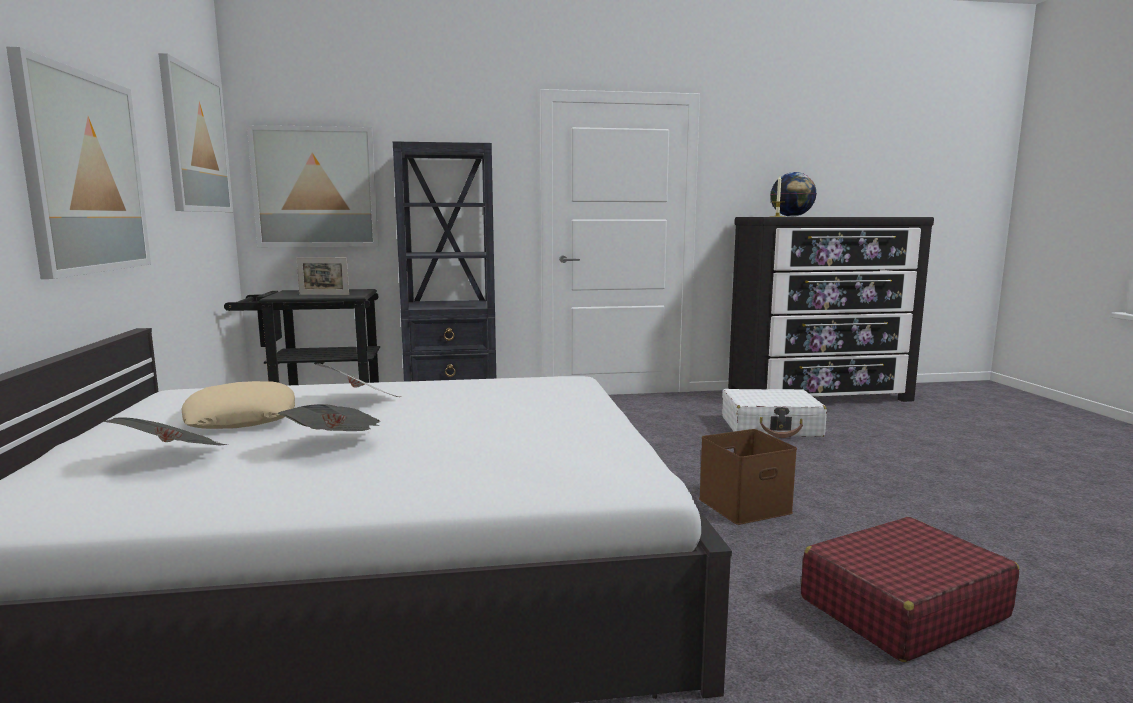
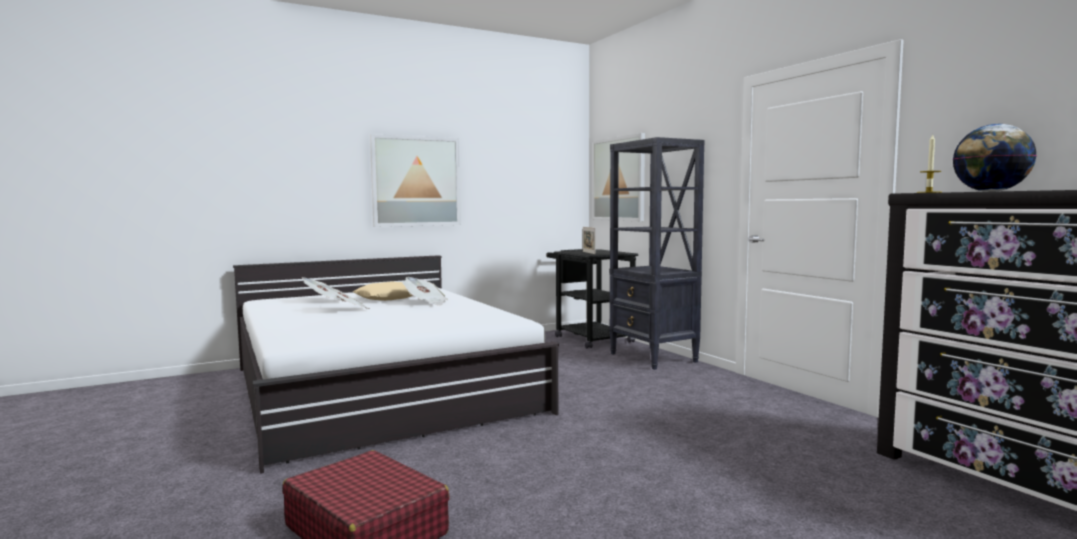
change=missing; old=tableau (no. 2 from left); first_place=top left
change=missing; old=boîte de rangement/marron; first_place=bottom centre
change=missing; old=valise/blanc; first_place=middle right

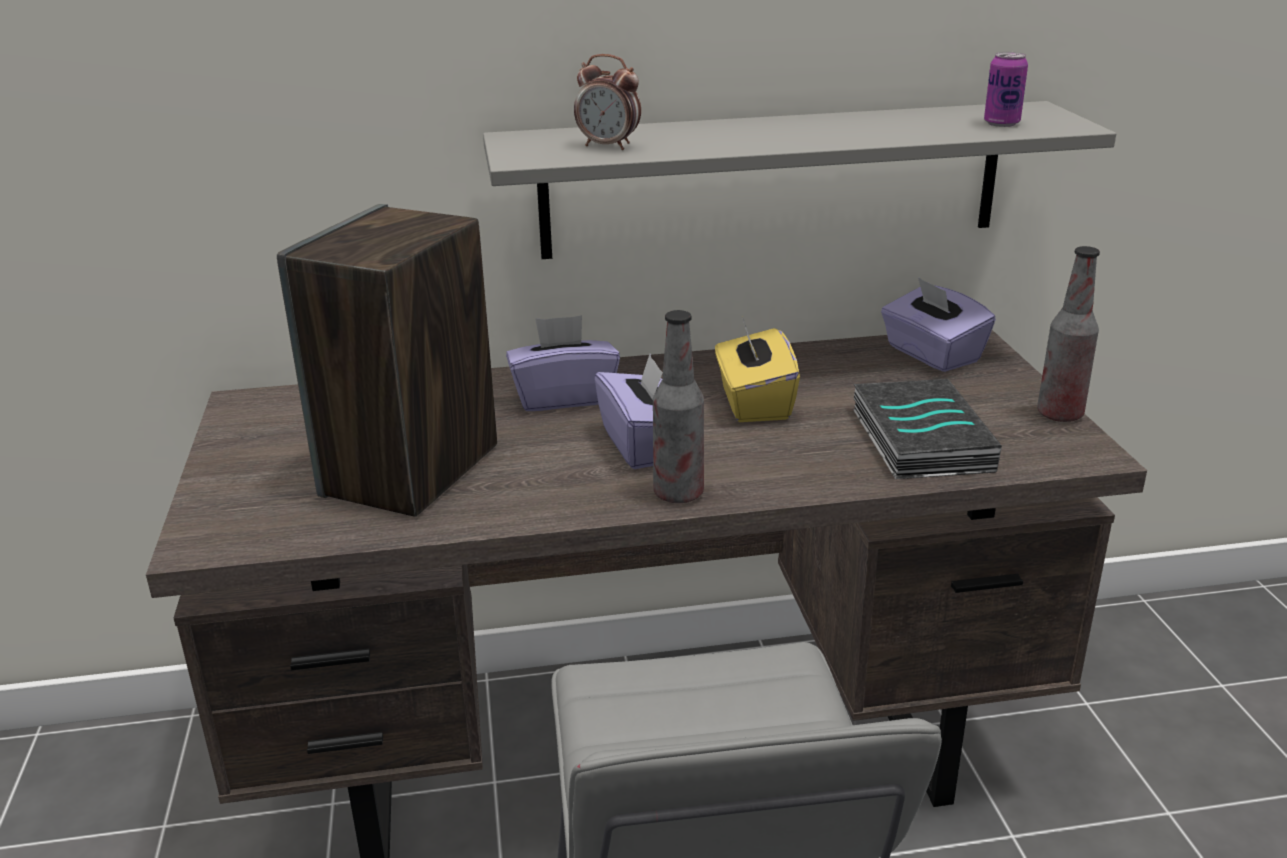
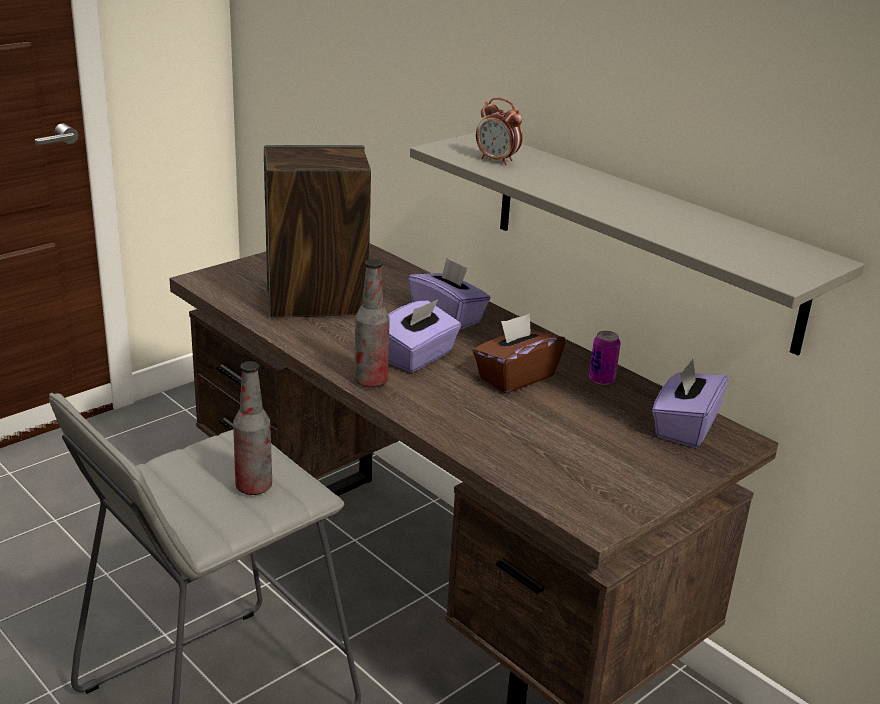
change=spun; old=réveil; first_place=top centre; second_place=top centre; degrees=-45
change=colour; old=boîte à mouchoirs/jaune; new=boîte à mouchoirs/marron; first_place=centre; second_place=centre
change=missing; old=livre; first_place=middle right
change=relocated; old=boîte métallique; first_place=top right; second_place=middle right
change=relocated; old=bouteille (no. 2 from left in the first image); new=bouteille (no. 1 from left); first_place=middle right; second_place=middle left

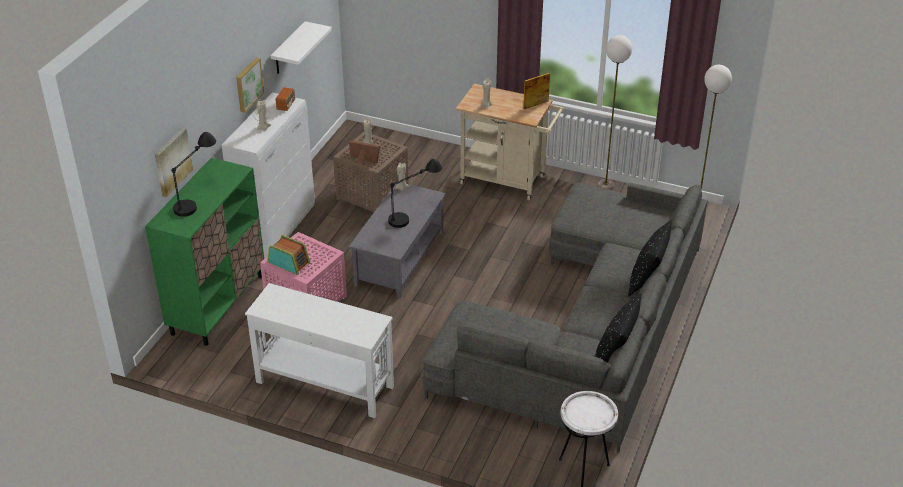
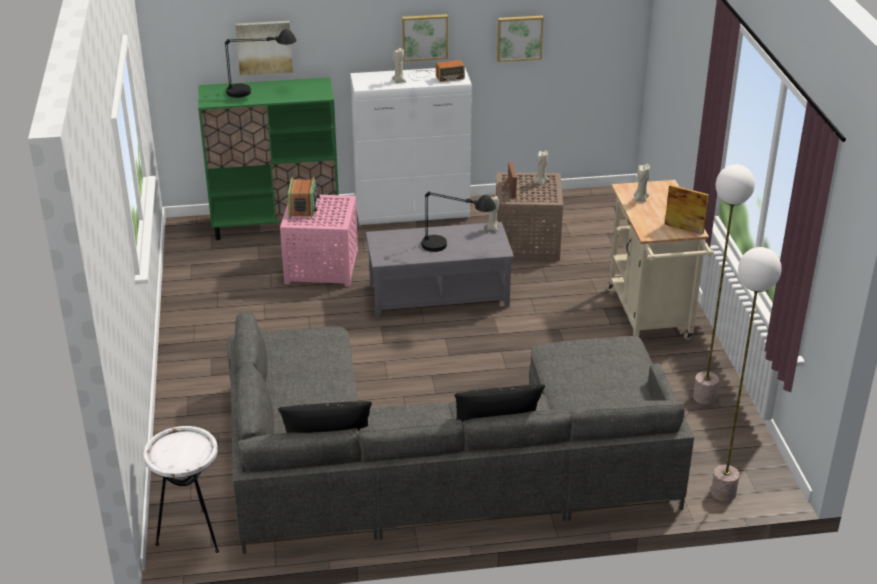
change=missing; old=table console/blanc; first_place=bottom centre
change=exchanged; old=étagère/blanc; new=tableau (no. 3 from left); first_place=top centre; second_place=top centre

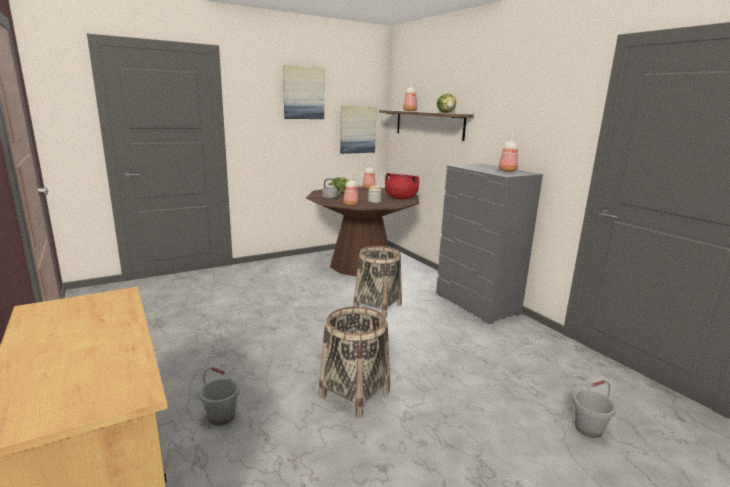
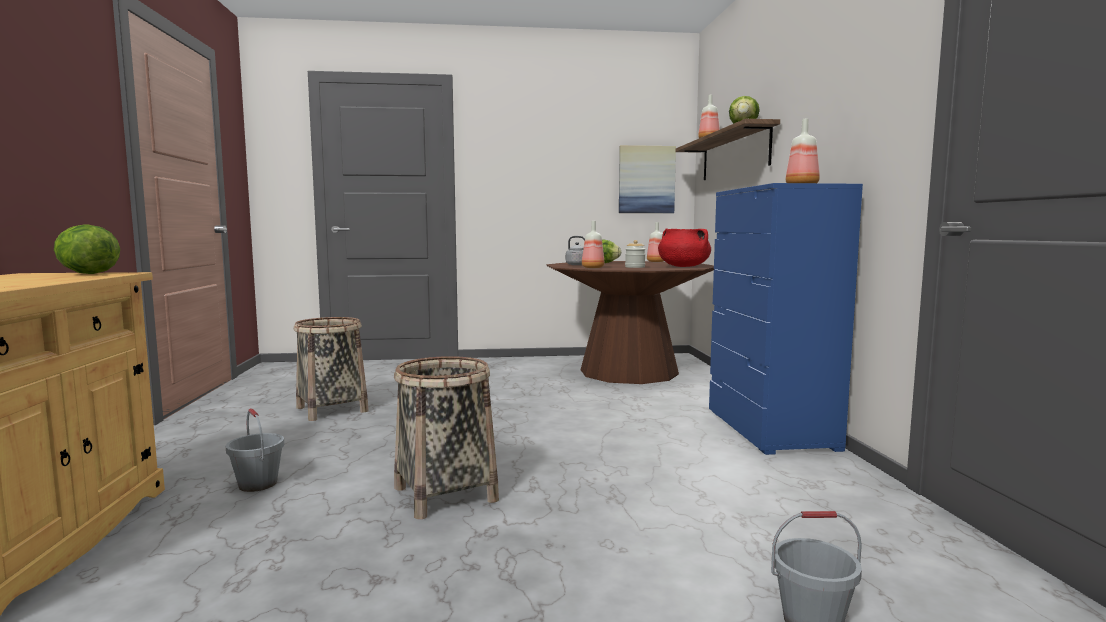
change=missing; old=tableau (no. 1 from left); first_place=top centre
change=relocated; old=panier (no. 2 from left in the first image); new=panier (no. 1 from left); first_place=centre; second_place=middle left
change=colour; old=commode/gris; new=commode/bleu; first_place=middle right; second_place=middle right
change=appeared; new=laitue (no. 1 from left); second_place=middle left

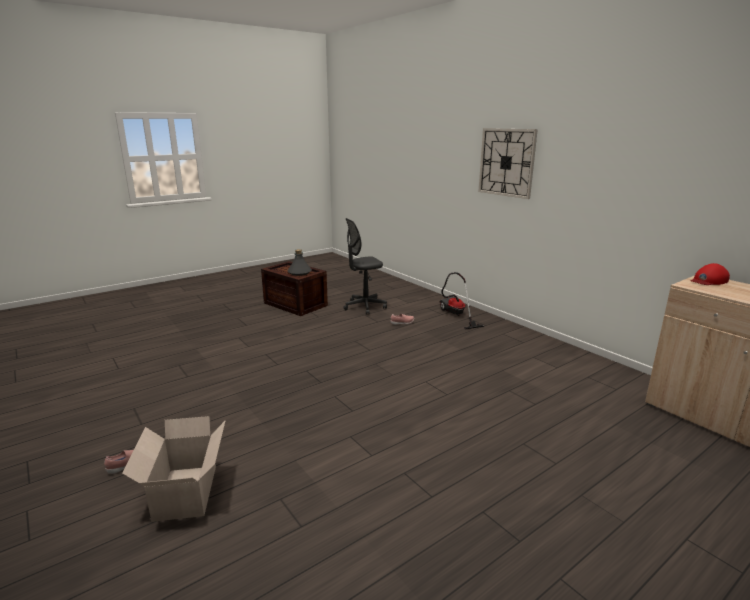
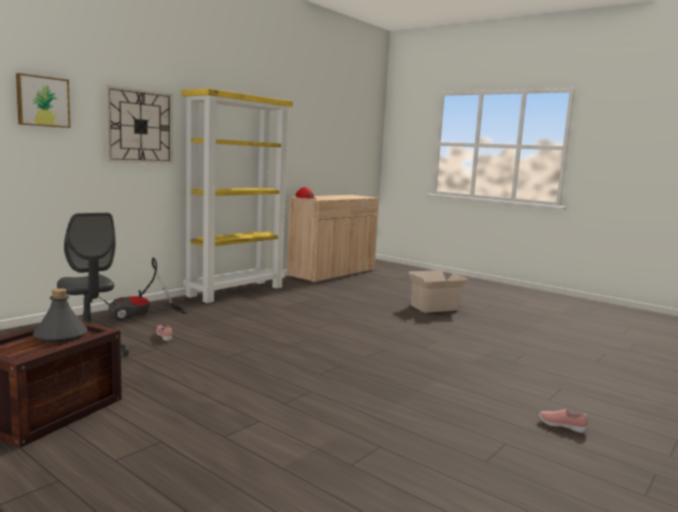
change=relocated; old=carton; first_place=bottom left; second_place=centre
change=appeared; new=tableau; second_place=top left
change=appeared; new=bibliothèque/jaune; second_place=centre

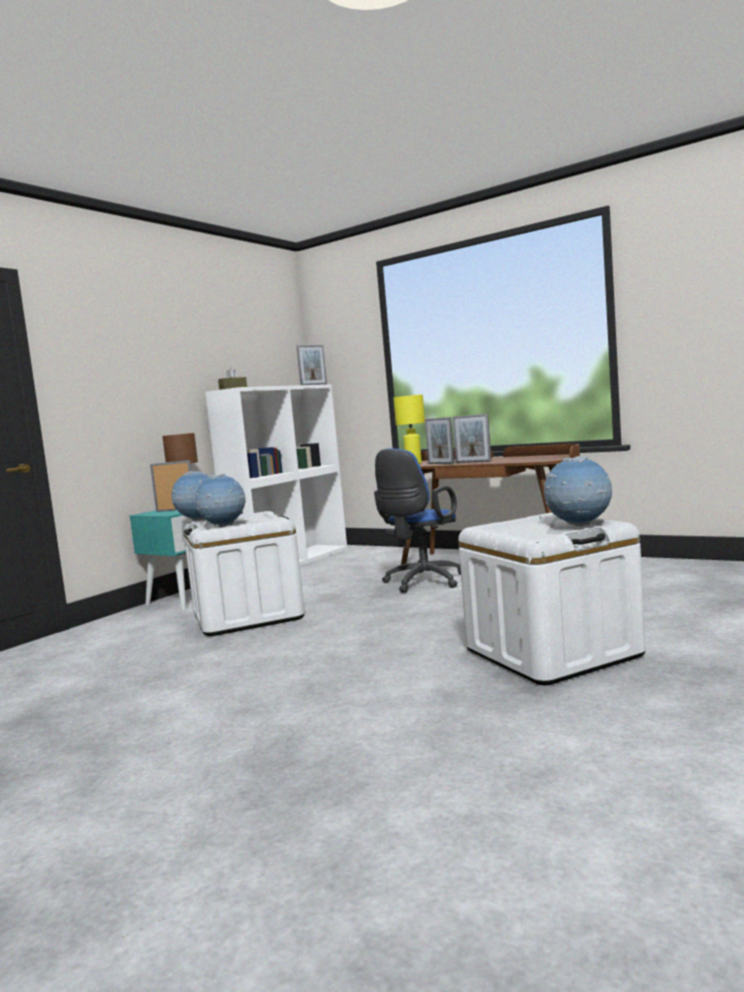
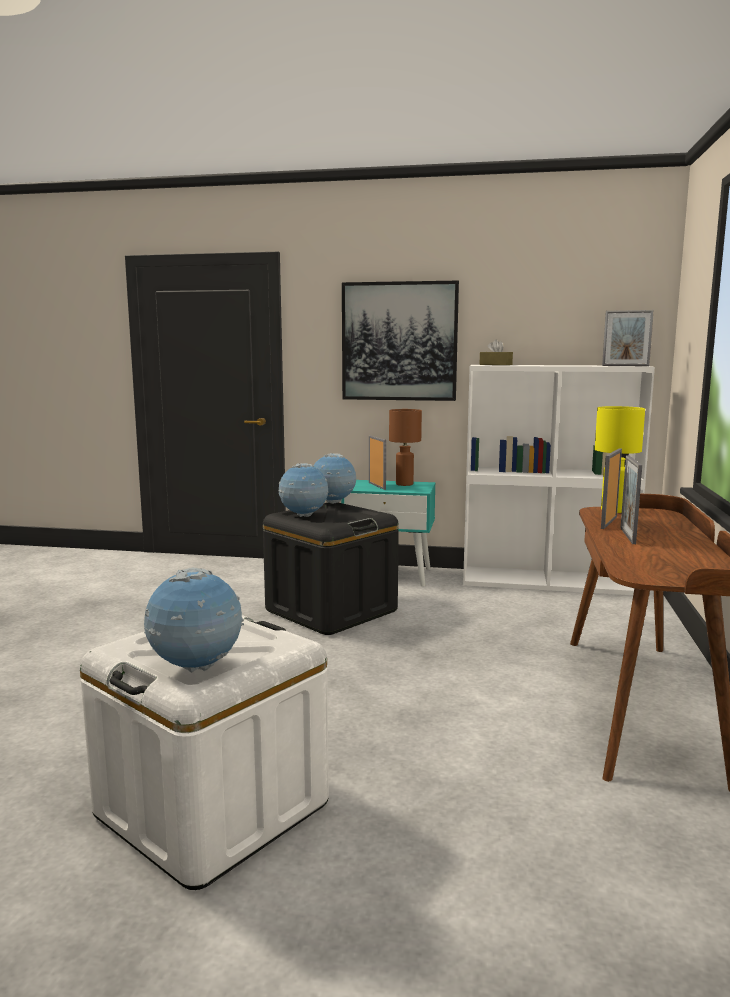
change=colour; old=boîte de rangement/blanc (no. 1 from left); new=boîte de rangement/noir; first_place=middle left; second_place=centre
change=missing; old=chaise de bureau/bleu; first_place=centre
change=appeared; new=tableau; second_place=centre

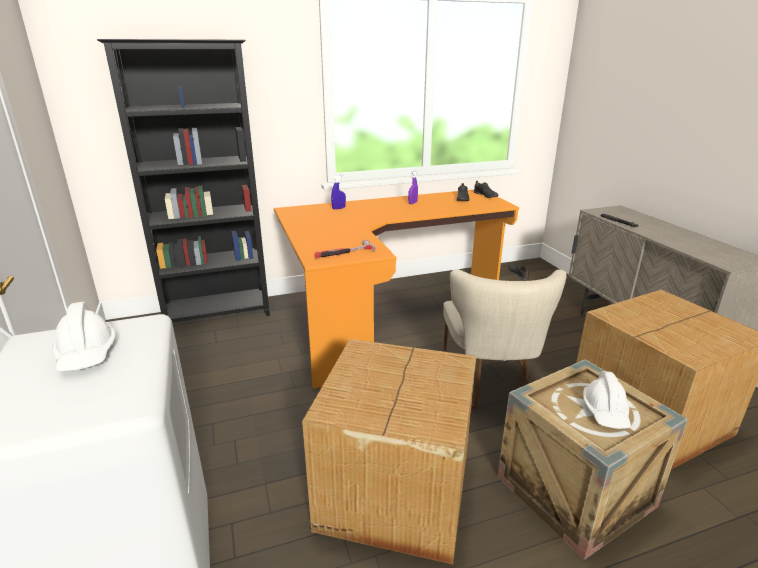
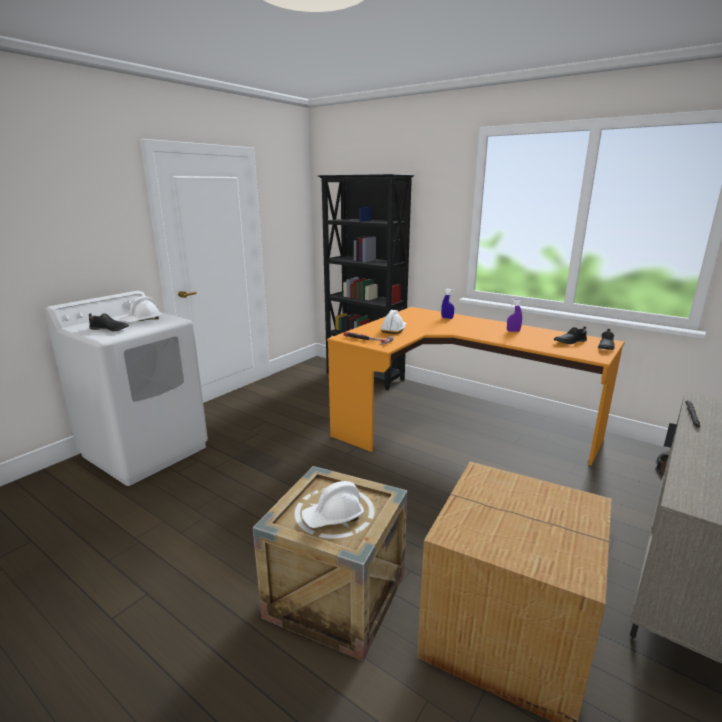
change=missing; old=carton (no. 1 from left); first_place=bottom centre
change=missing; old=chaise/beige; first_place=centre
change=appeared; new=chaussure/noir (no. 1 from left); second_place=middle left
change=appeared; new=casque de chantier/blanc (no. 3 from left); second_place=centre

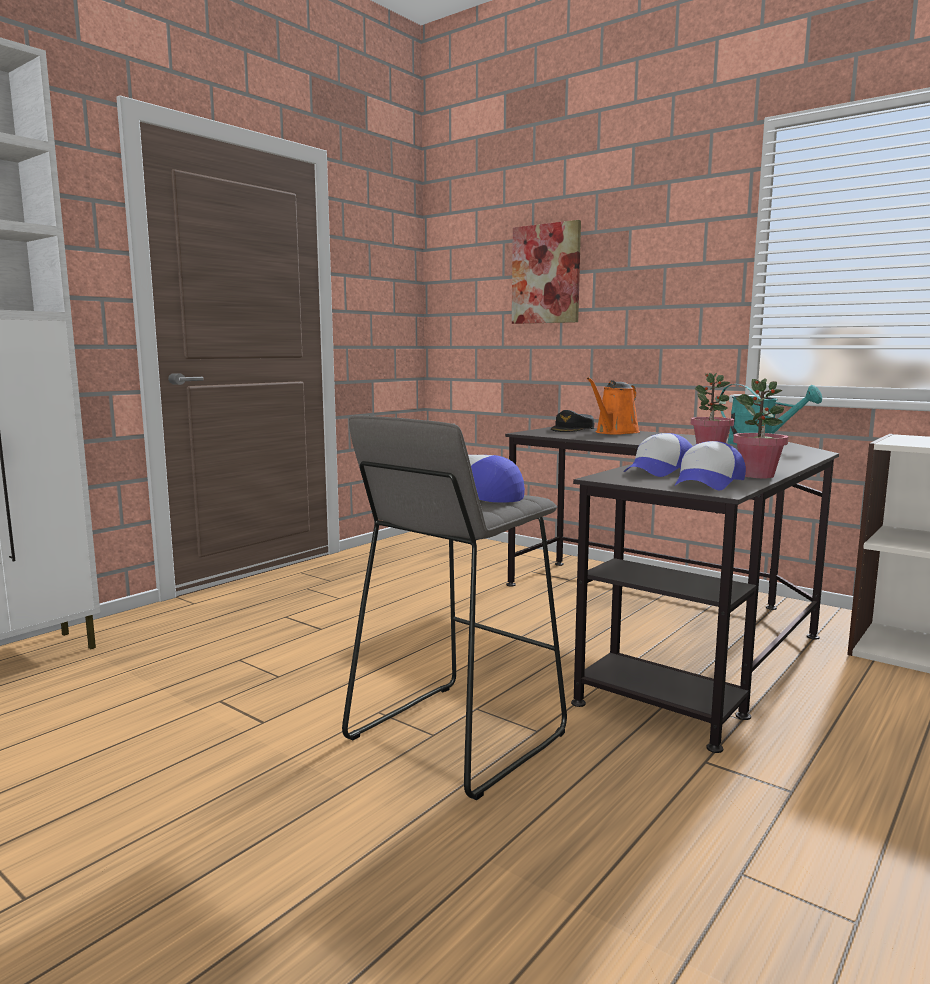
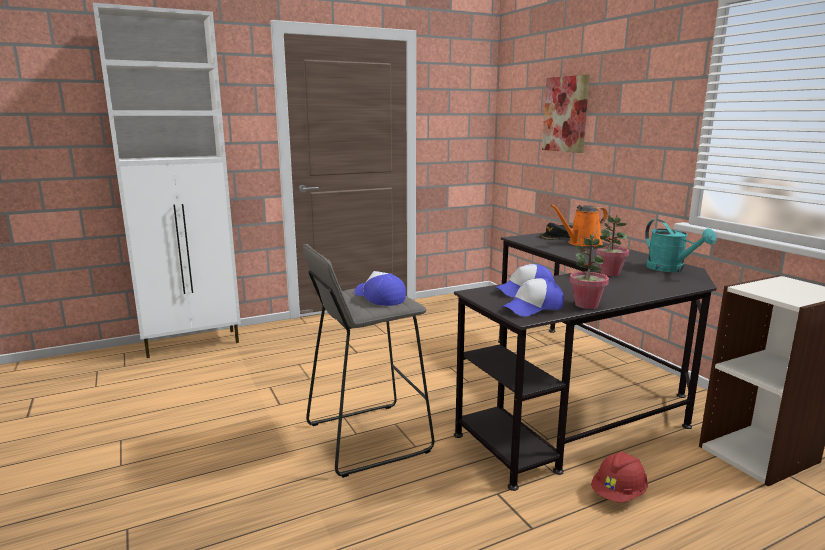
change=appeared; new=casque de chantier/rouge; second_place=bottom right

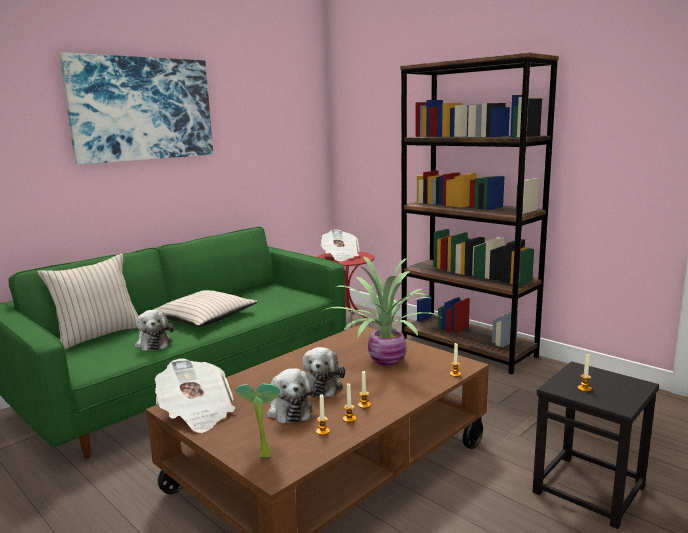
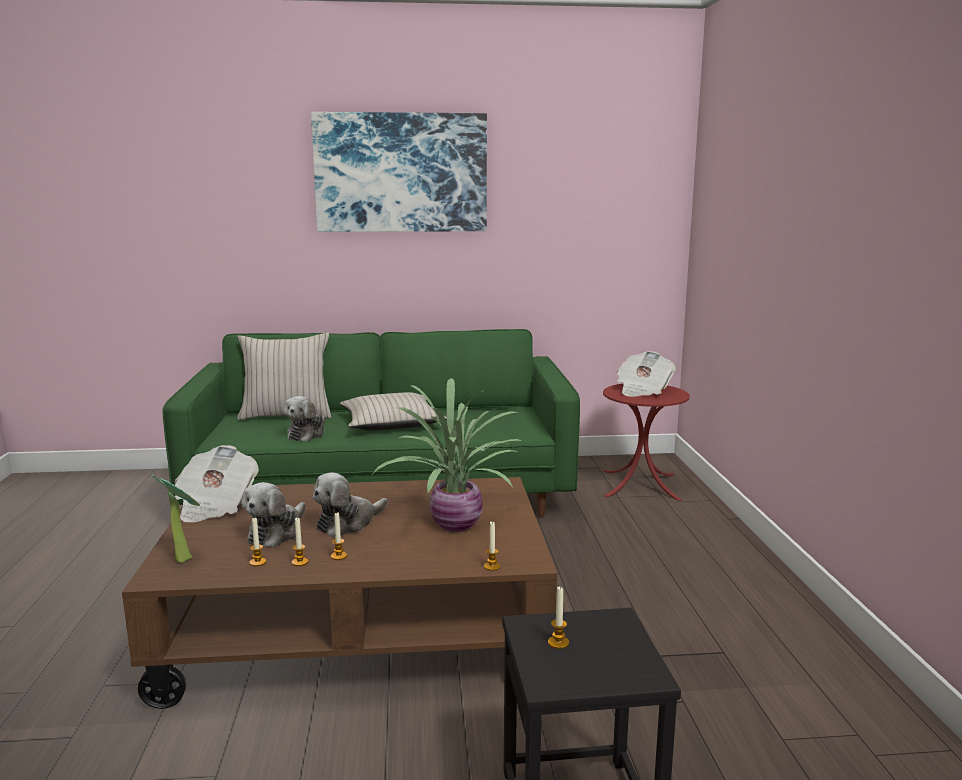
change=missing; old=bibliothèque/marron; first_place=middle right

